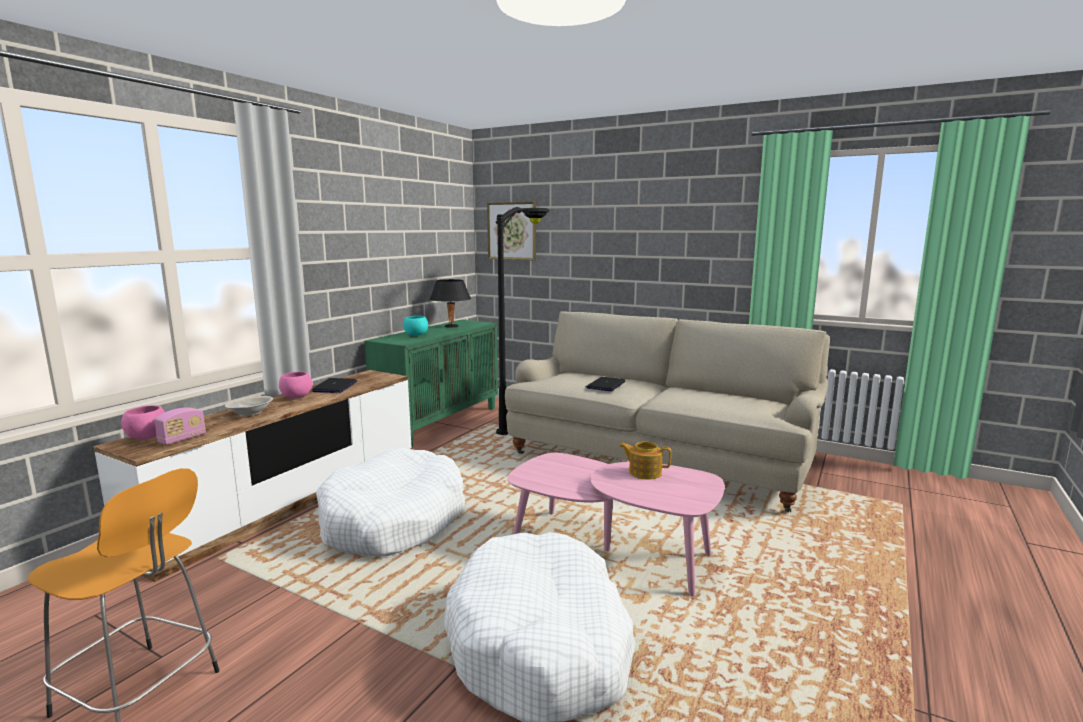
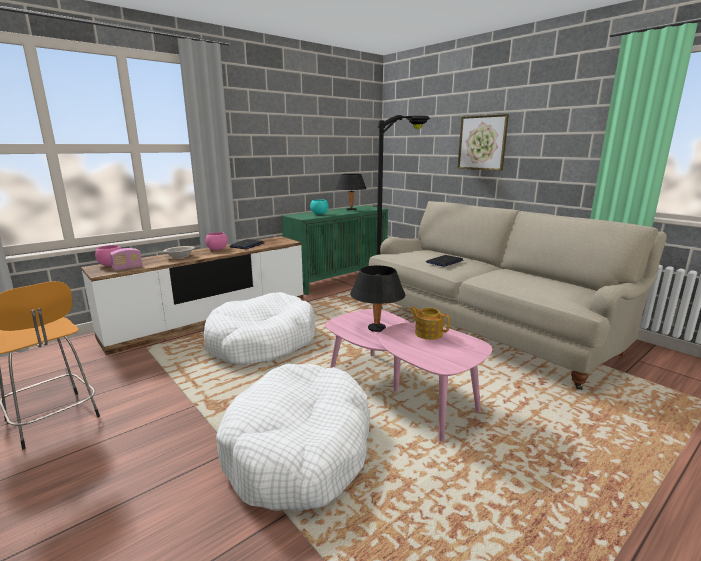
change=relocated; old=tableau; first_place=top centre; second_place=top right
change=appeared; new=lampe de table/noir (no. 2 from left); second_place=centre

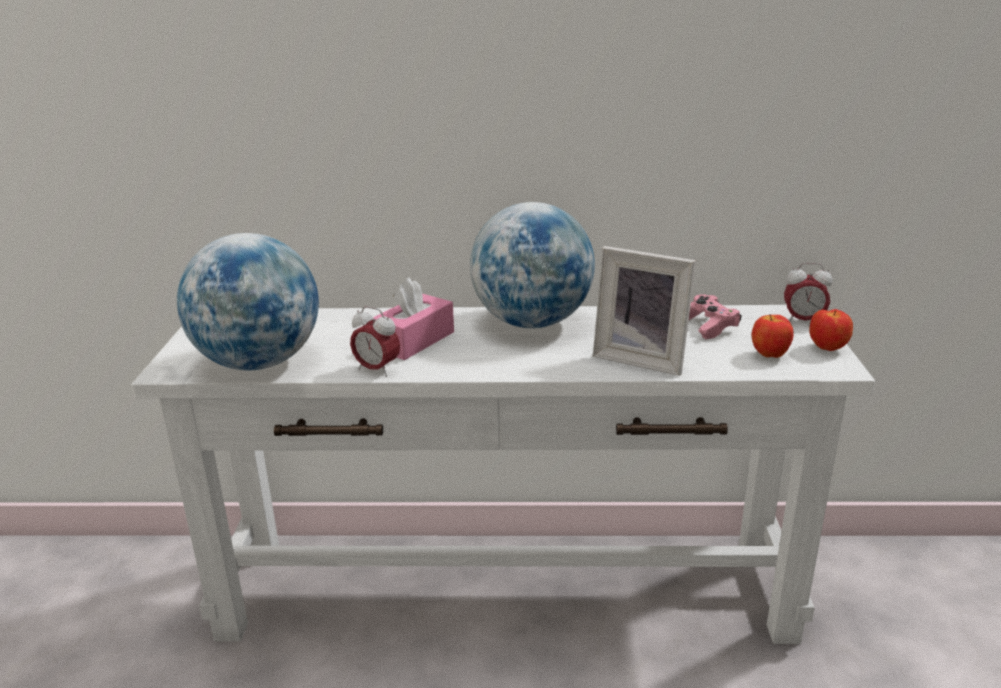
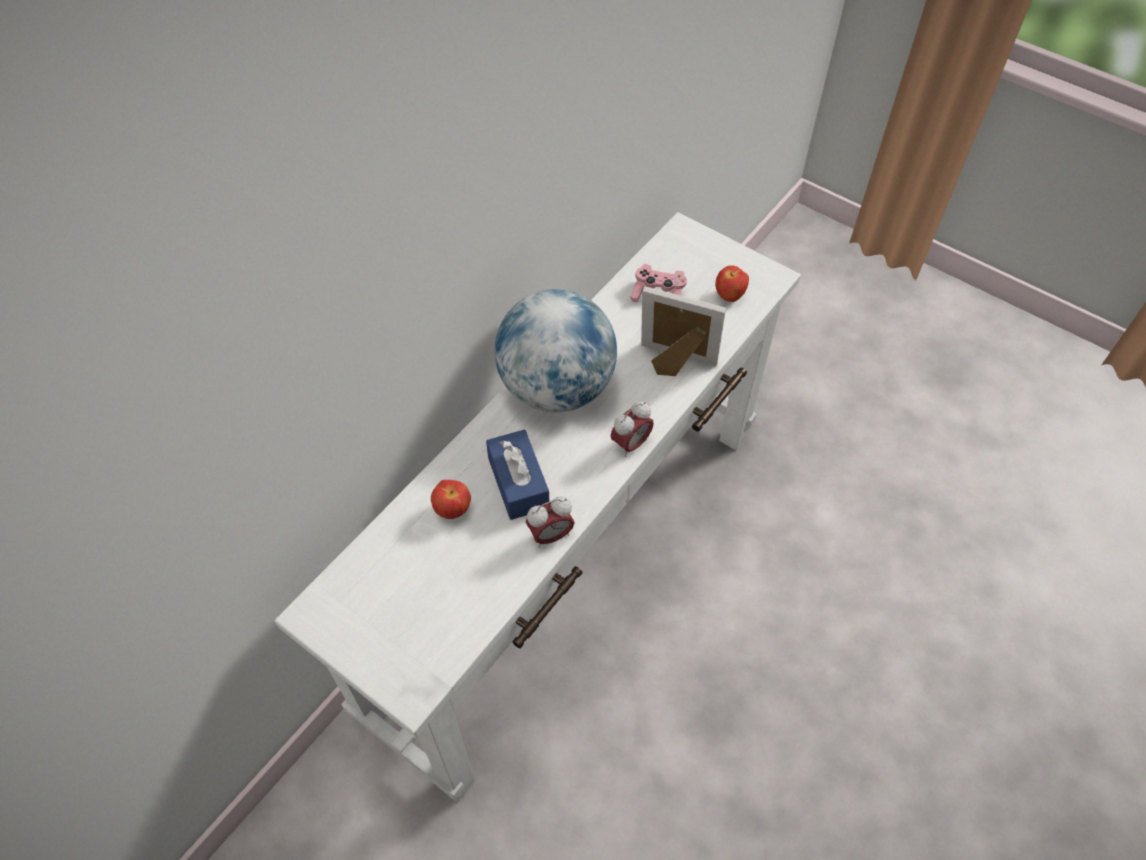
change=missing; old=globe (no. 1 from left); first_place=middle left
change=colour; old=boîte à mouchoirs/rose; new=boîte à mouchoirs/bleu; first_place=centre; second_place=centre
change=spun; old=cadre photo; first_place=centre; second_place=centre; degrees=-135
change=relocated; old=réveil (no. 2 from left); first_place=middle right; second_place=centre
change=relocated; old=pomme (no. 2 from left in the first image); new=pomme (no. 1 from left); first_place=middle right; second_place=centre

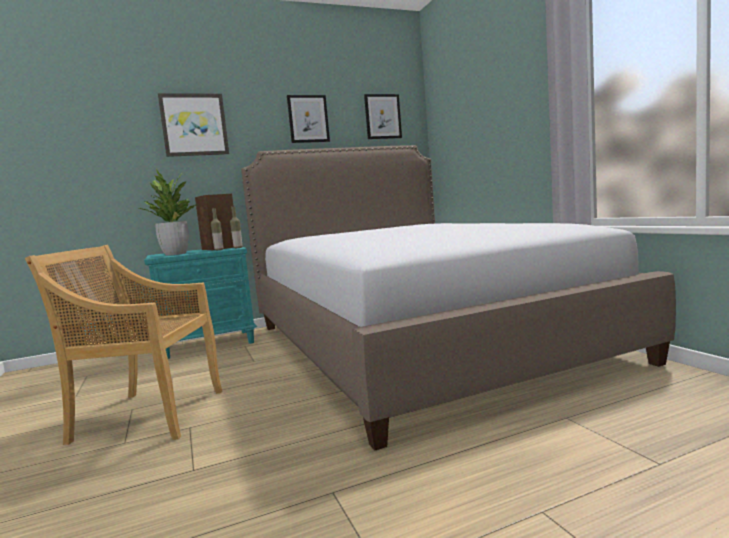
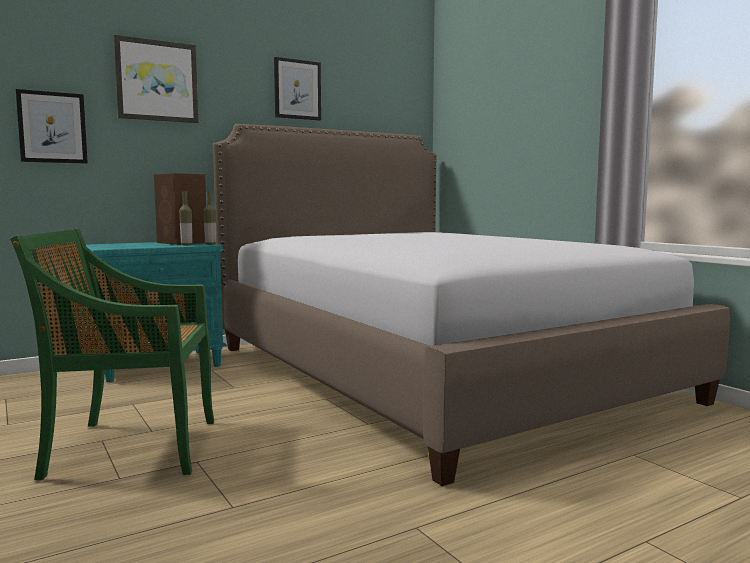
change=colour; old=chaise/beige; new=chaise/vert; first_place=middle left; second_place=middle left
change=missing; old=plante en pot; first_place=middle left
change=relocated; old=tableau (no. 3 from left in the first image); new=tableau (no. 1 from left); first_place=top centre; second_place=top left

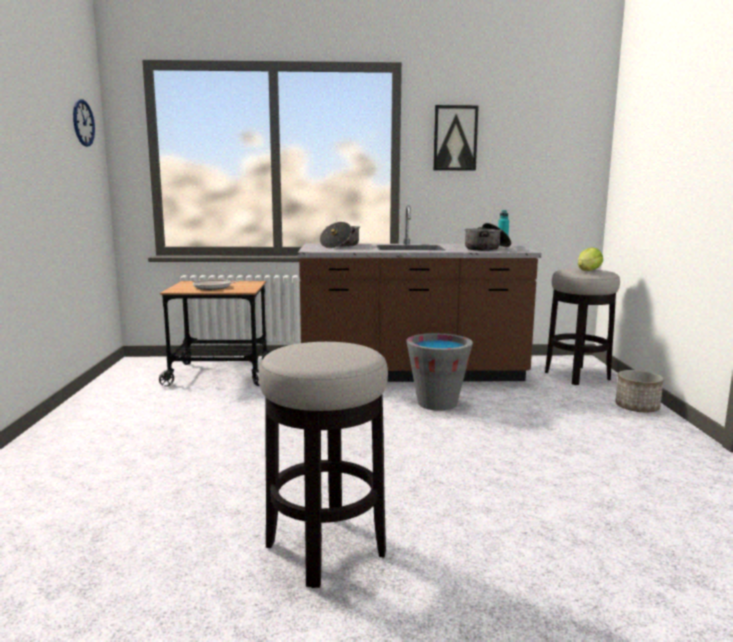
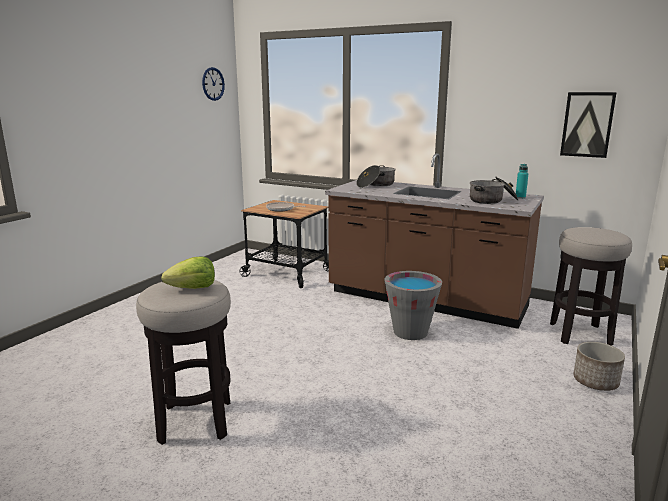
change=relocated; old=tableau; first_place=top centre; second_place=top right
change=relocated; old=laitue; first_place=middle right; second_place=middle left

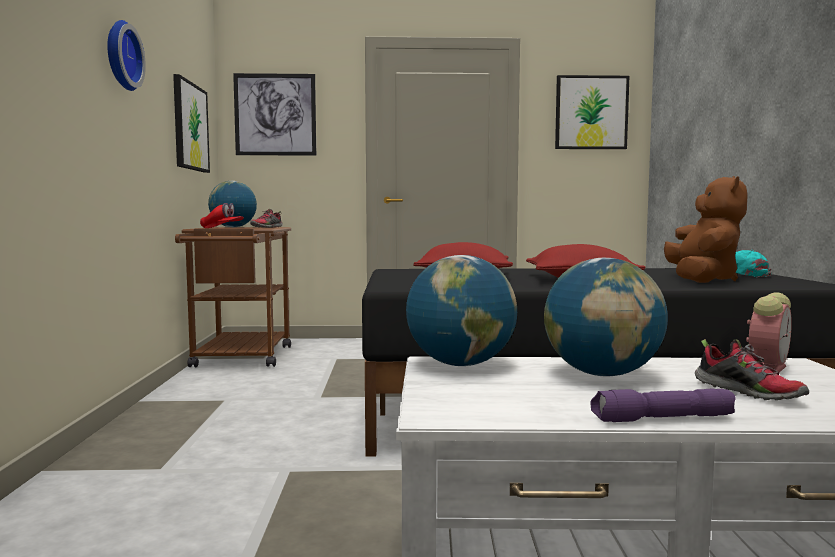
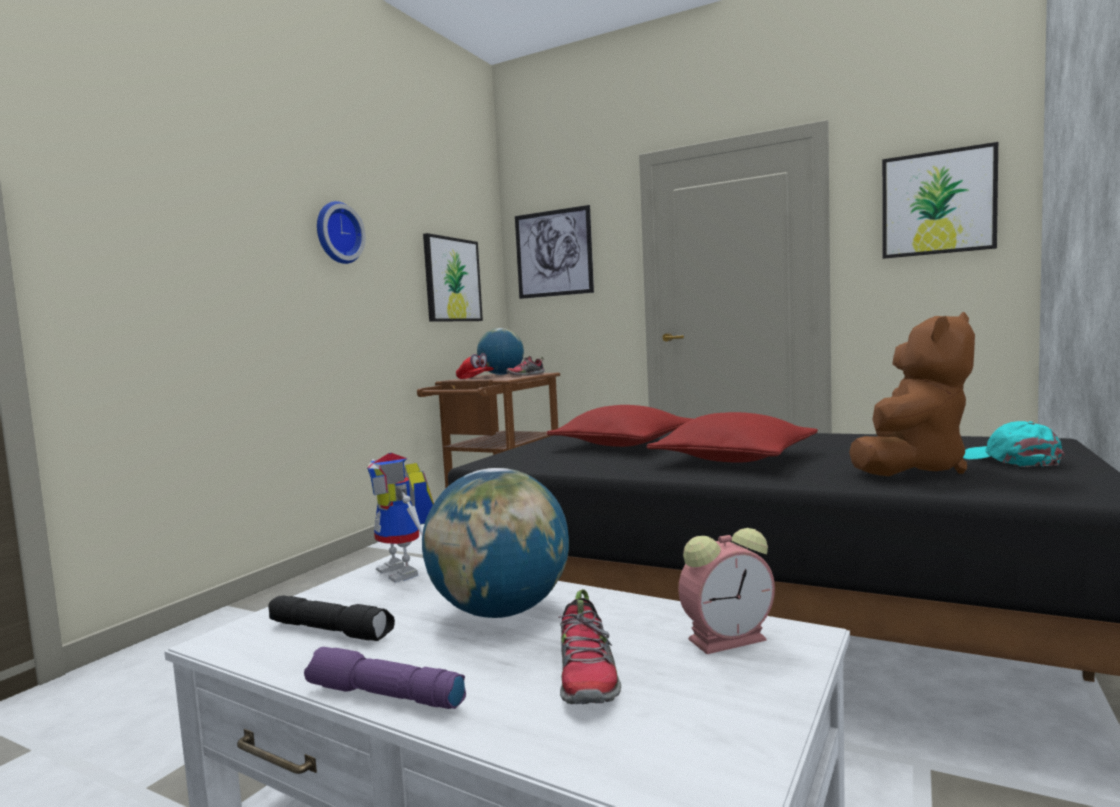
change=exchanged; old=globe (no. 2 from left); new=robot jouet; first_place=centre; second_place=centre
change=appeared; new=lampe de poche/noir; second_place=bottom left

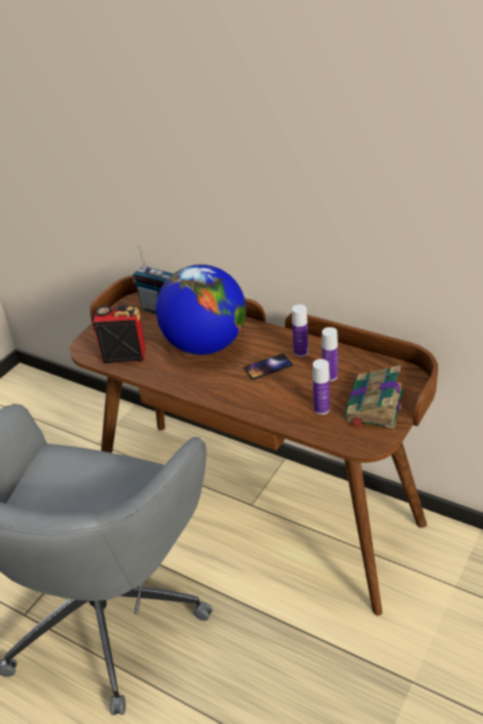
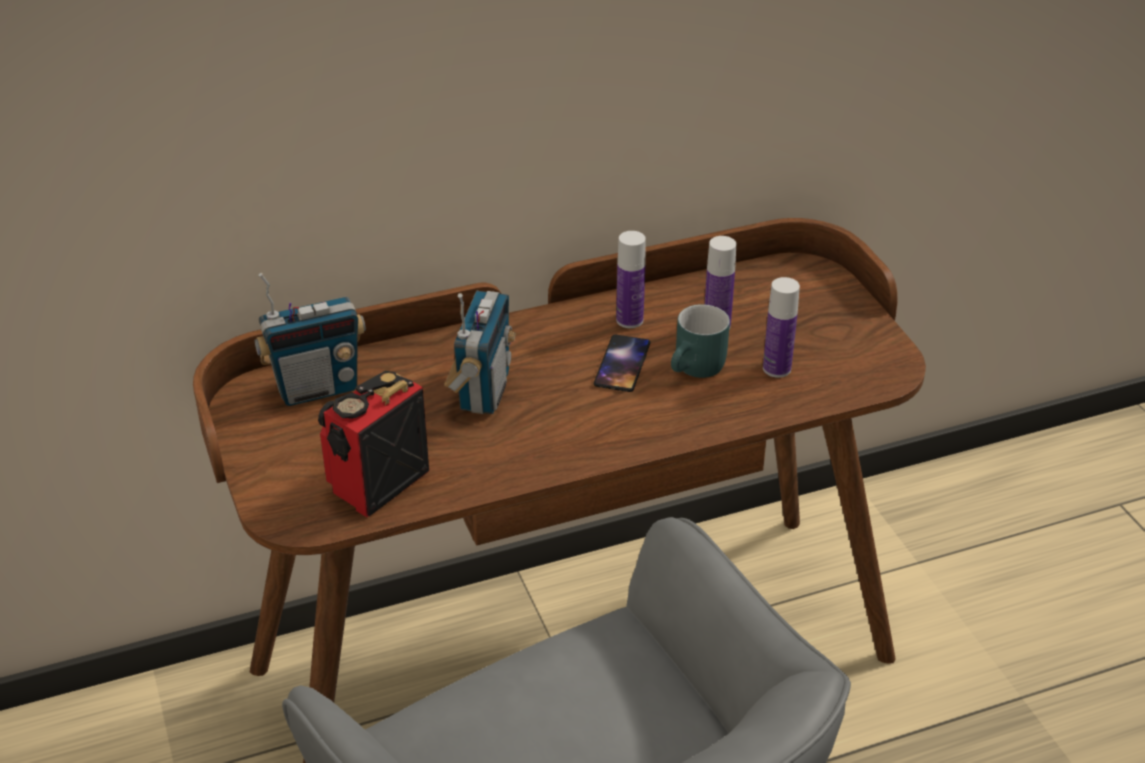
change=exchanged; old=globe; new=radio (no. 3 from left); first_place=centre; second_place=centre
change=missing; old=livre; first_place=middle right
change=appeared; new=mug/turquoise; second_place=centre

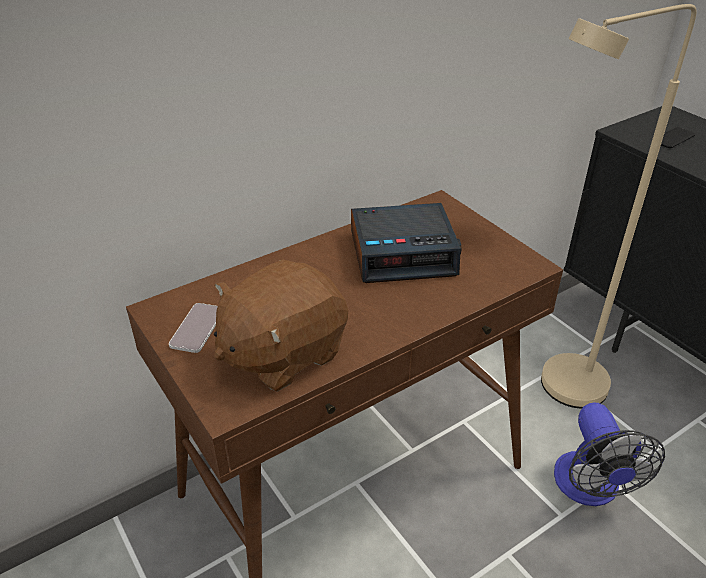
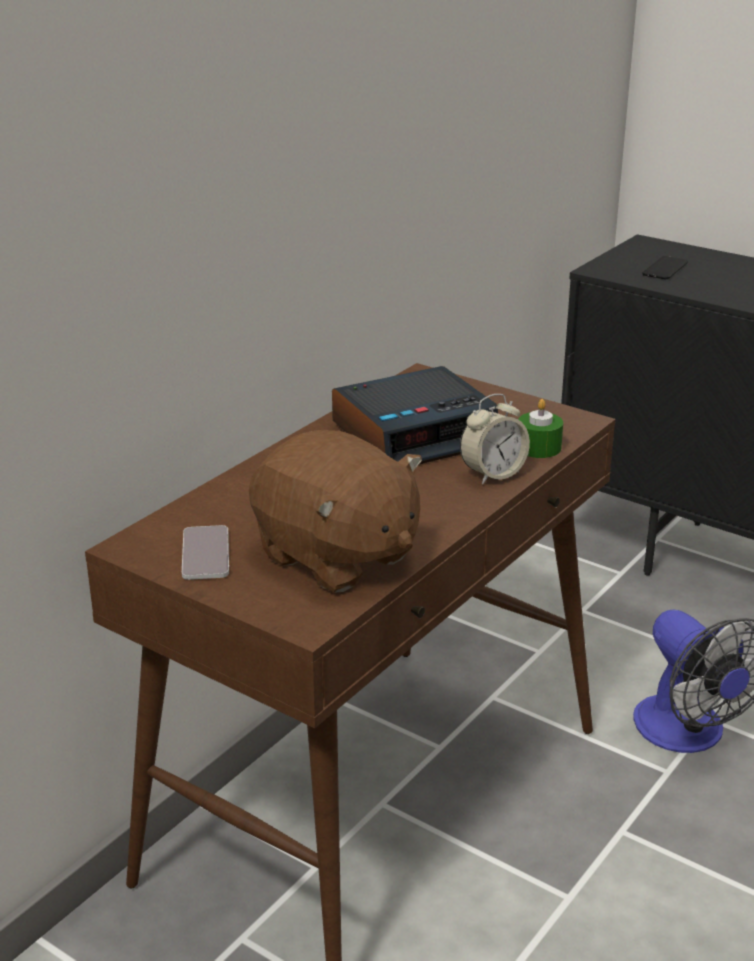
change=spun; old=peluche/marron; first_place=centre; second_place=centre; degrees=-75
change=missing; old=lampadaire/beige; first_place=middle right
change=appeared; new=réveil (no. 2 from left); second_place=centre
change=appeared; new=bougie/vert; second_place=middle right

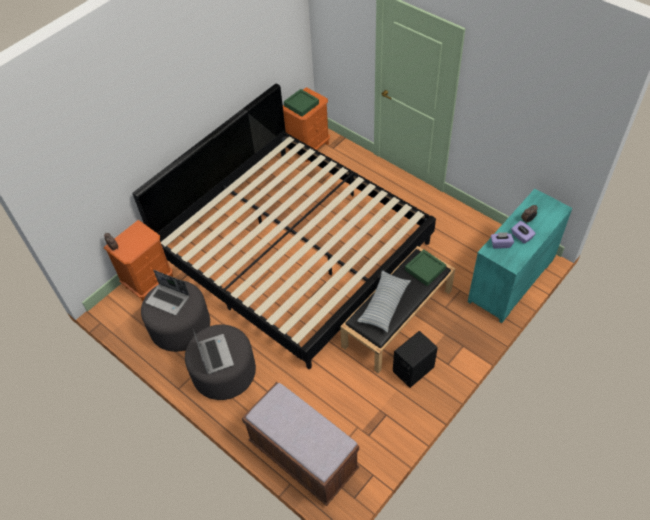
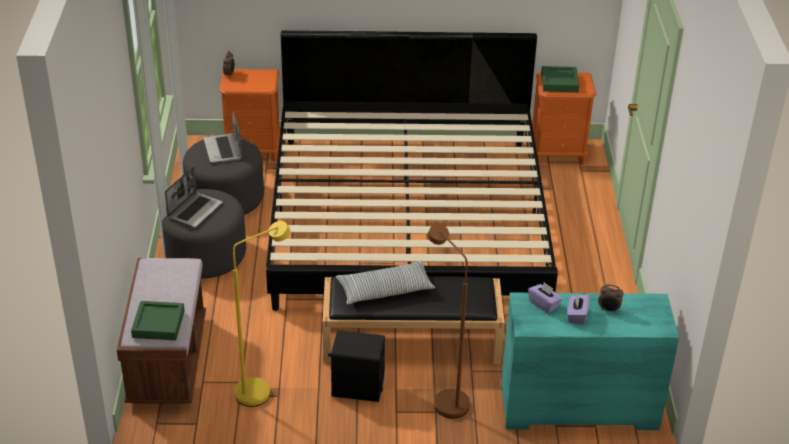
change=relocated; old=plateau/vert (no. 2 from left in the first image); new=plateau/vert (no. 1 from left); first_place=centre; second_place=bottom left
change=appeared; new=lampadaire/jaune; second_place=bottom left
change=appeared; new=lampadaire/marron; second_place=bottom centre

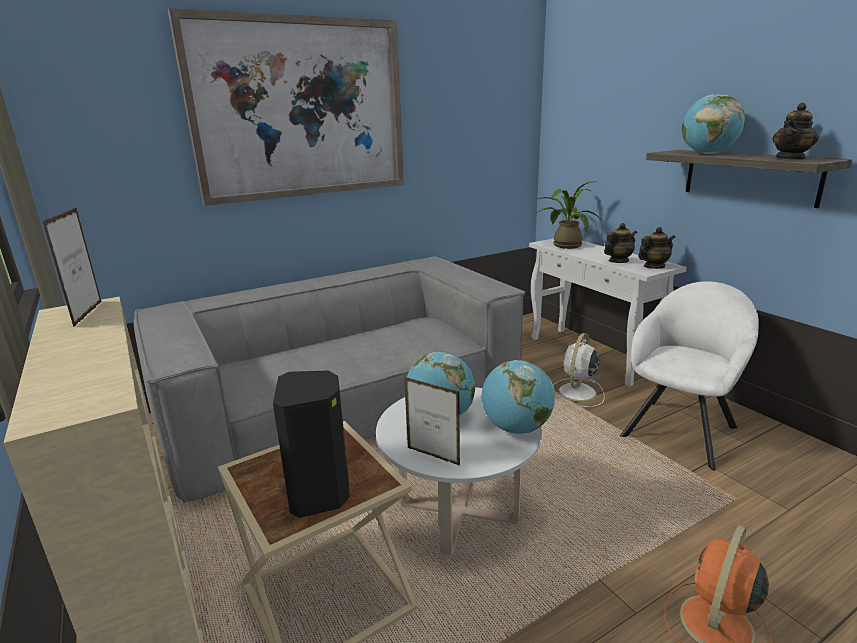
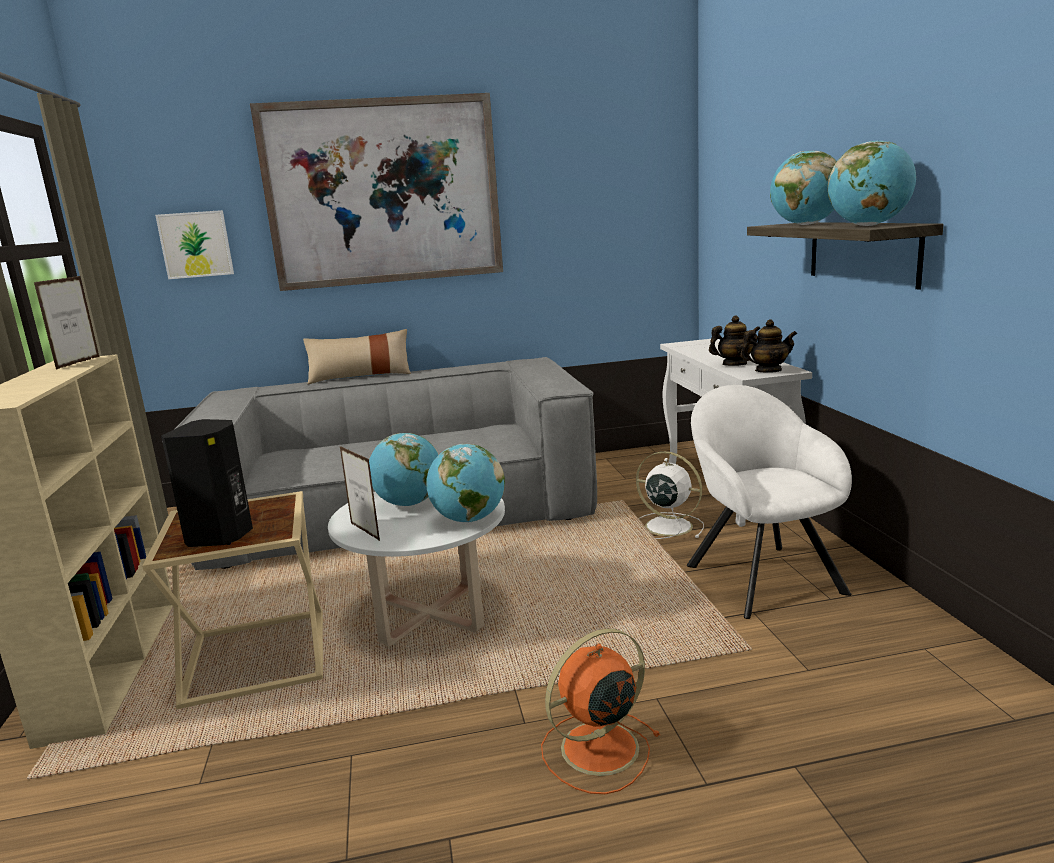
change=missing; old=plante en pot; first_place=centre
change=spun; old=ventilateur/blanc; first_place=middle right; second_place=centre; degrees=75
change=spun; old=fauteuil/blanc; first_place=middle right; second_place=middle right; degrees=-75
change=exchanged; old=théière (no. 3 from left); new=globe (no. 4 from left); first_place=top right; second_place=top right
change=appeared; new=tableau (no. 1 from left); second_place=top left
change=appeared; new=coussin/beige; second_place=centre

